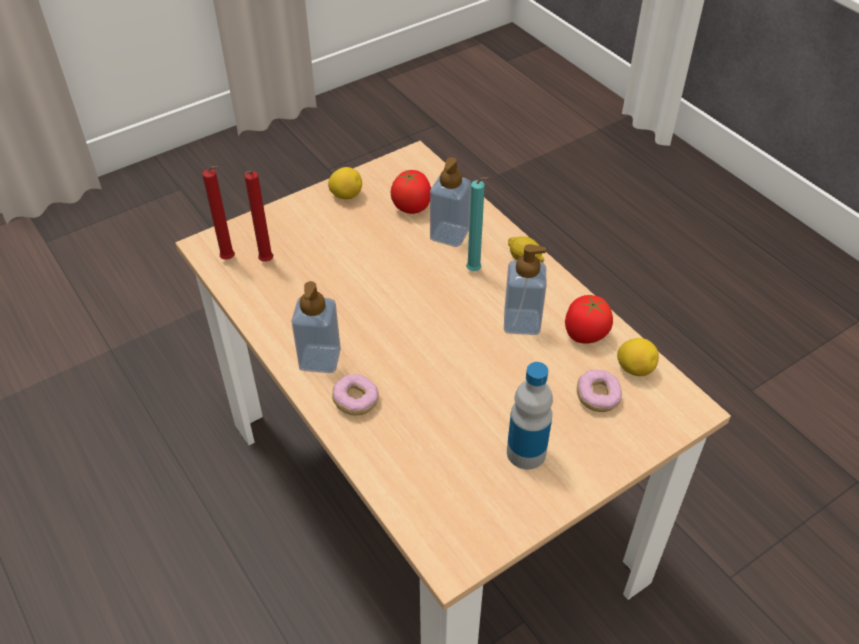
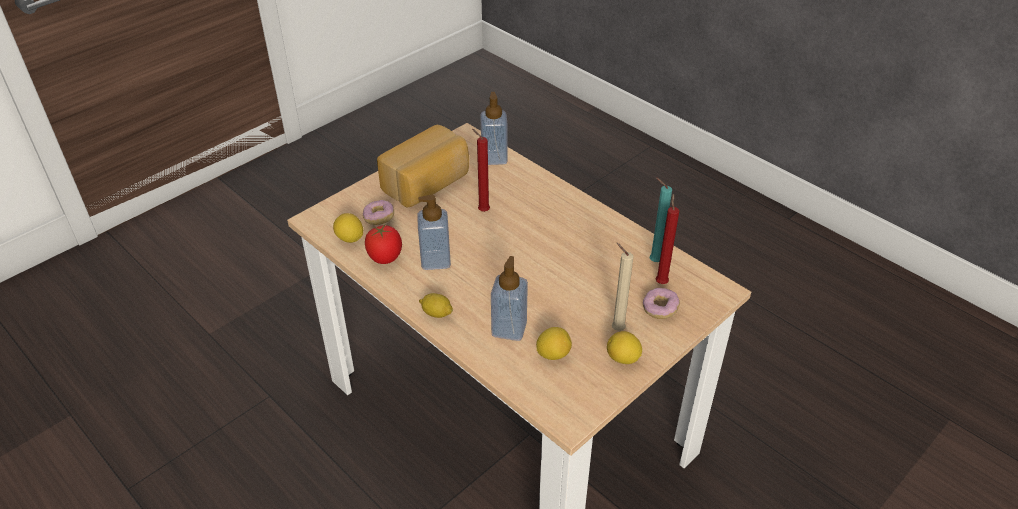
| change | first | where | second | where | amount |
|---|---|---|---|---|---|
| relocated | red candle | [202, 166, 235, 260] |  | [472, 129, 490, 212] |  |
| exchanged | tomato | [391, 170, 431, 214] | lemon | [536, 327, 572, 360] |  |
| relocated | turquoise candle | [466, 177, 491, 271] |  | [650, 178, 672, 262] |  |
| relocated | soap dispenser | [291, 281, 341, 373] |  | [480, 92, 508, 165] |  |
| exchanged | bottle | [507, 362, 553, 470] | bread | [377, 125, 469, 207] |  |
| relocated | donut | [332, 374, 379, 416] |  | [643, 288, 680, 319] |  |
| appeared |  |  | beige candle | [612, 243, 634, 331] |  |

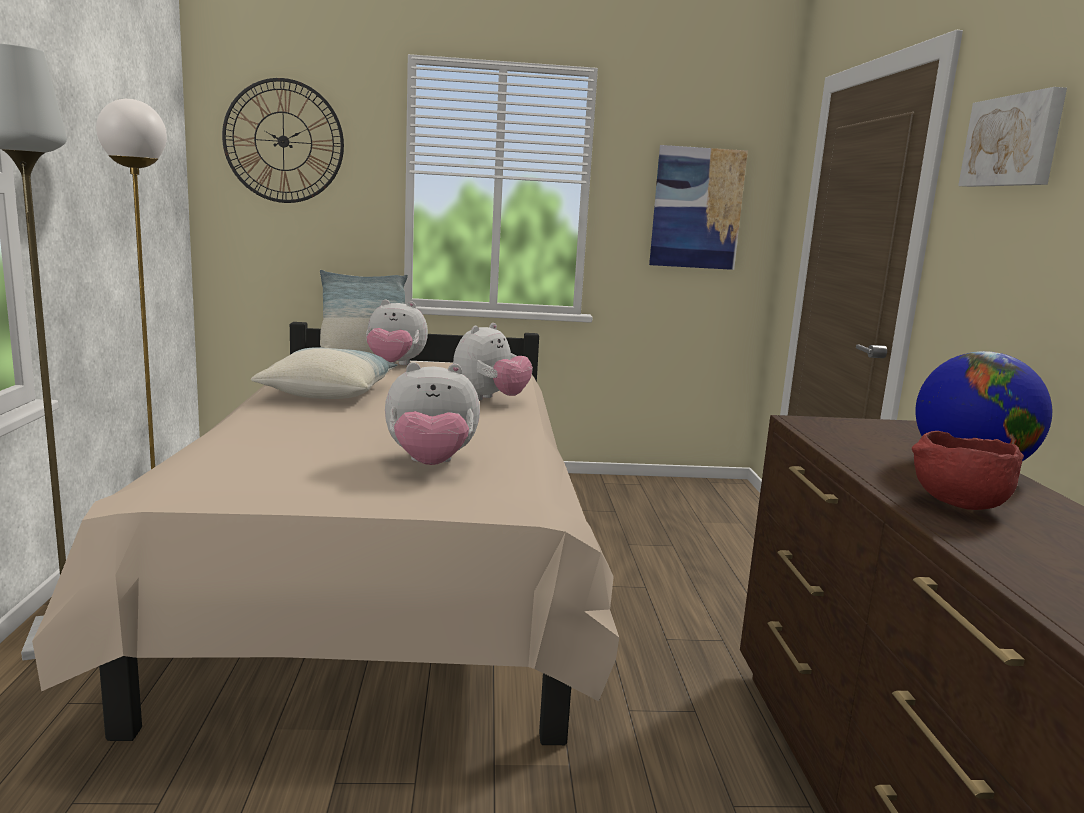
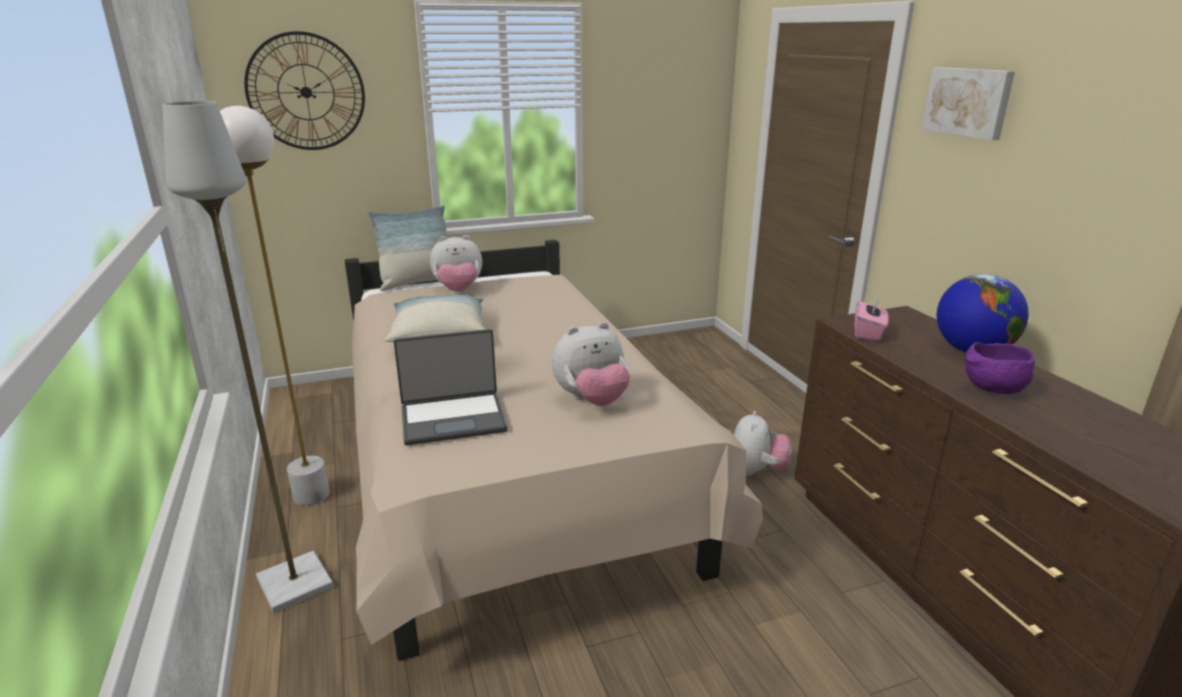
| change | first | where | second | where | amount |
|---|---|---|---|---|---|
| missing | picture | [649, 145, 748, 270] |  |  |  |
| relocated | plush toy | [453, 323, 533, 401] |  | [734, 411, 791, 476] |  |
| colour | red bowl | [912, 431, 1024, 510] | purple bowl | [965, 342, 1035, 394] |  |
| appeared |  |  | pink tissue box | [855, 298, 889, 341] |  |
| appeared |  |  | laptop | [394, 329, 508, 445] |  |

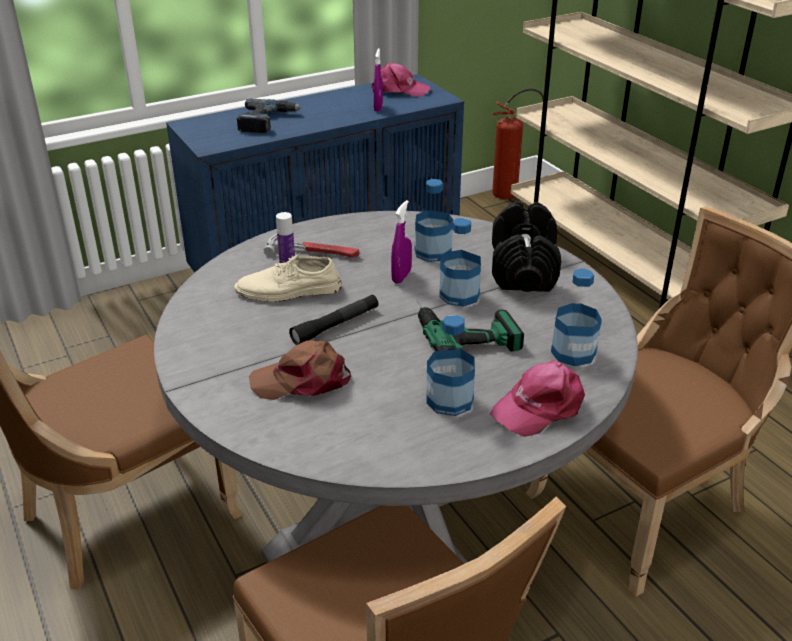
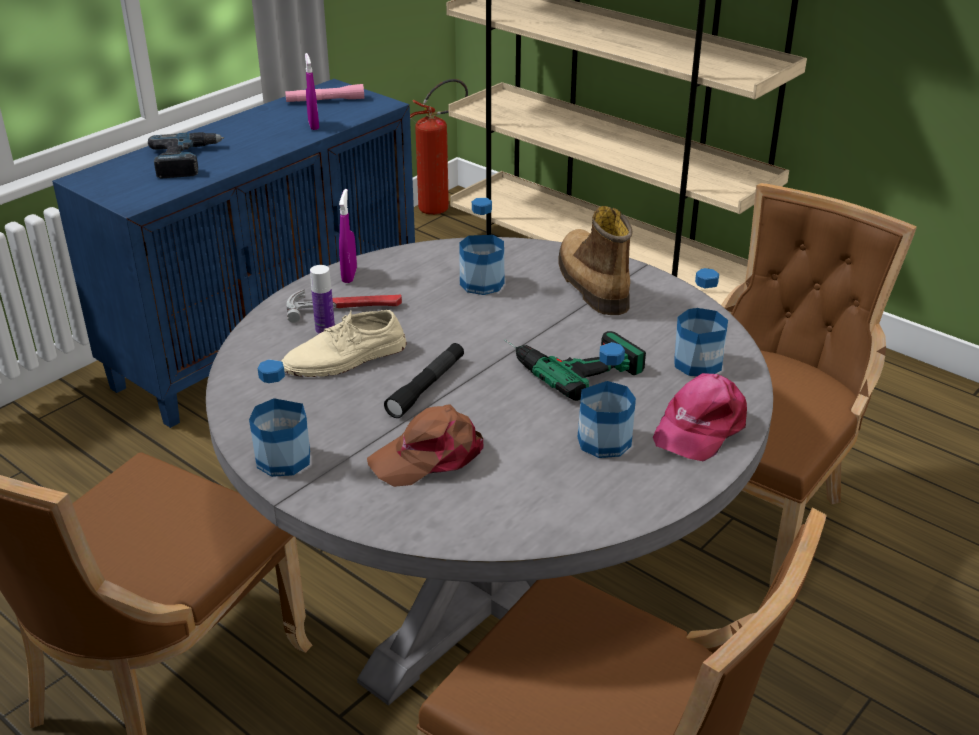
| change | first | where | second | where | amount |
|---|---|---|---|---|---|
| exchanged | pink cap | [371, 63, 430, 97] | pink flashlight | [285, 84, 364, 102] |  |
| relocated | purple spray bottle | [391, 200, 412, 283] |  | [339, 189, 357, 283] |  |
| exchanged | black dumbbell | [492, 201, 561, 292] | boot | [558, 206, 633, 315] |  |
| relocated | bottle | [440, 218, 481, 307] |  | [249, 359, 310, 477] |  |

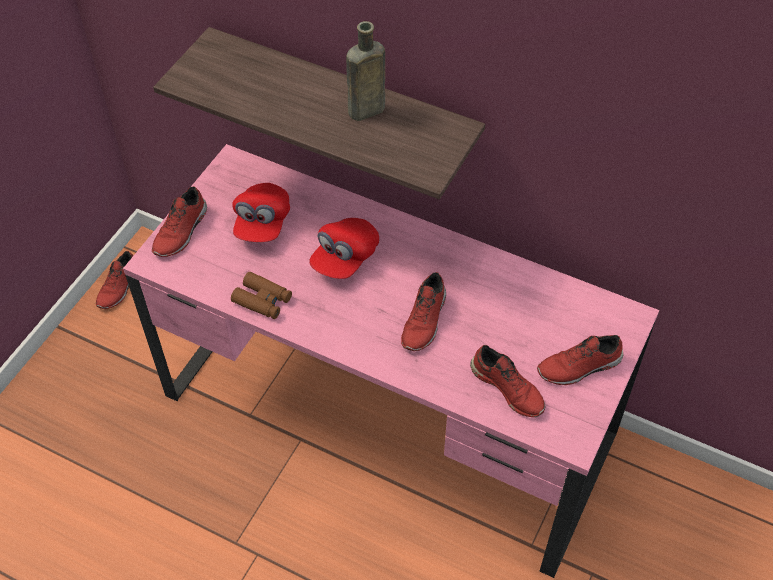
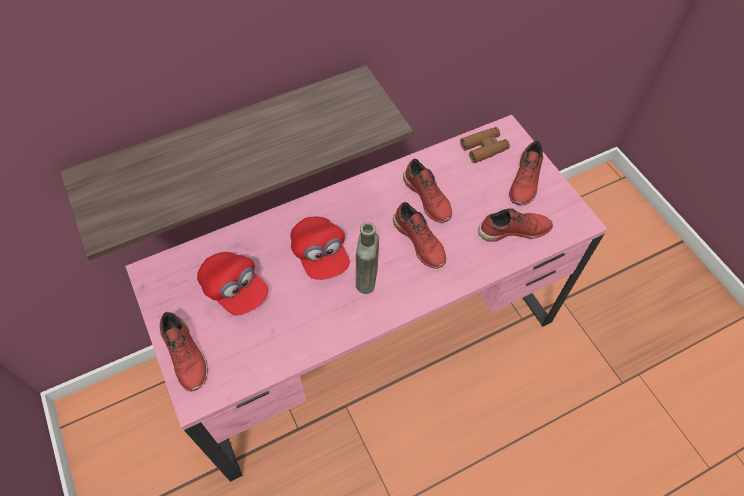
| change | first | where | second | where | amount |
|---|---|---|---|---|---|
| relocated | brown bottle | [346, 21, 385, 121] |  | [356, 222, 379, 294] |  |
| relocated | red shoe | [96, 251, 133, 309] |  | [403, 158, 452, 223] |  |
| relocated | brown binoculars | [231, 272, 292, 319] |  | [460, 127, 510, 163] |  |

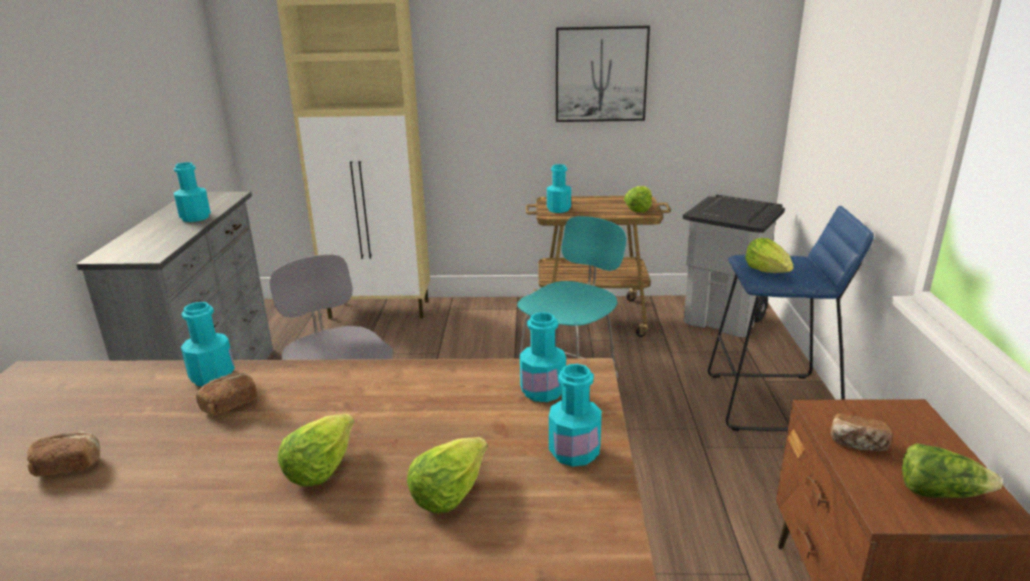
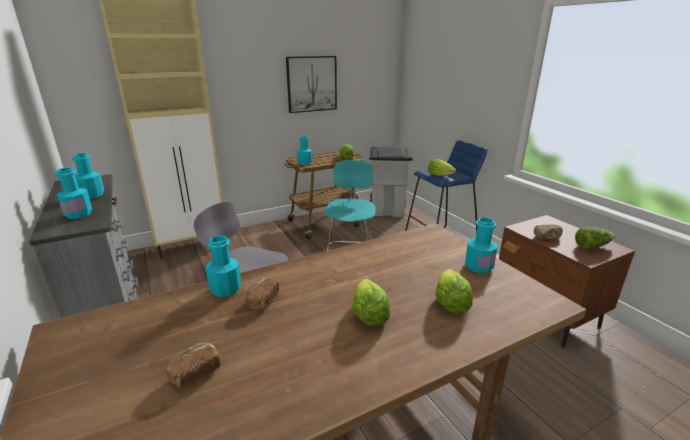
| change | first | where | second | where | amount |
|---|---|---|---|---|---|
| relocated | turquoise bottle | [520, 312, 566, 402] |  | [55, 167, 93, 219] |  |

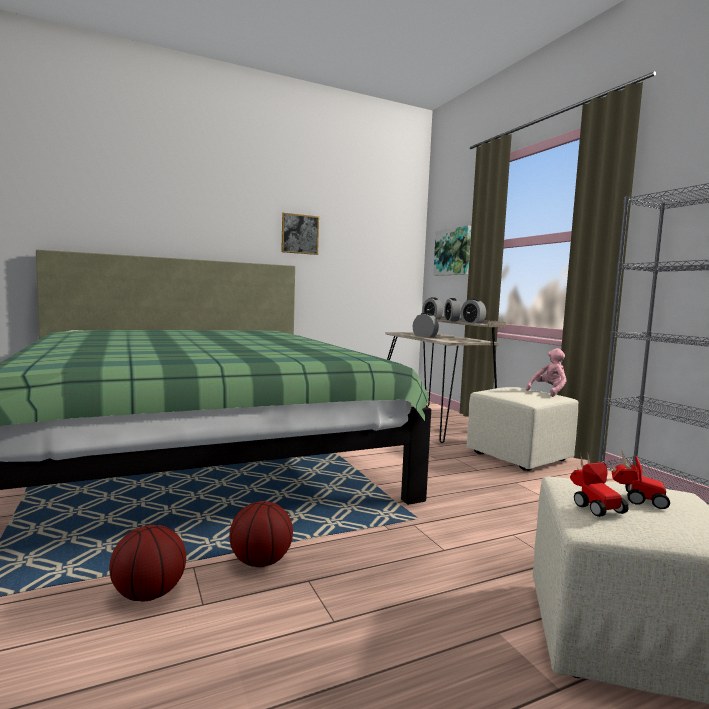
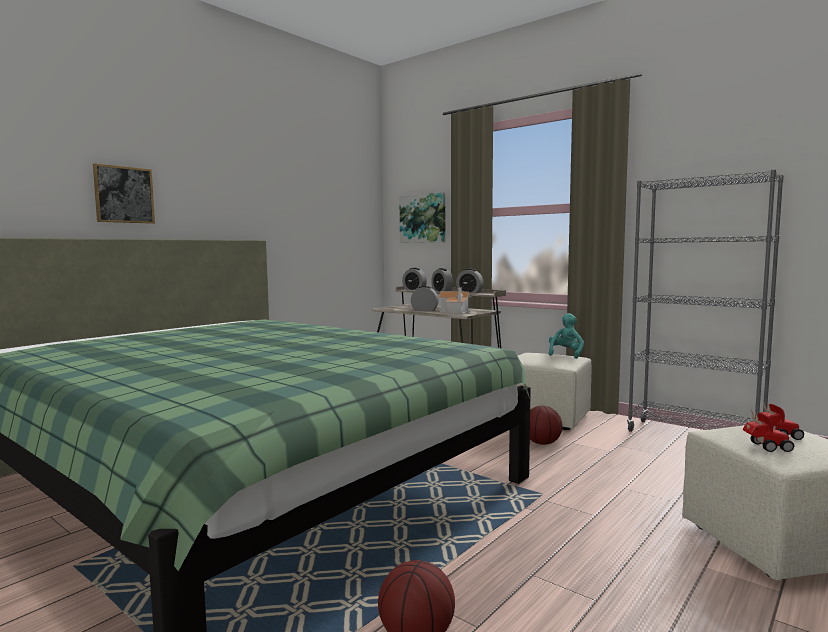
| change | first | where | second | where | amount |
|---|---|---|---|---|---|
| relocated | picture | [281, 213, 319, 255] |  | [93, 163, 155, 224] |  |
| colour | pink plush toy | [526, 348, 566, 397] | turquoise plush toy | [549, 313, 584, 359] |  |
| spun | toy car | [570, 452, 629, 517] |  | [743, 410, 794, 452] | 45 degrees counterclockwise |
| relocated | basketball | [229, 501, 293, 567] |  | [530, 406, 563, 445] |  |
| appeared |  |  | toy house | [439, 288, 471, 315] |  |

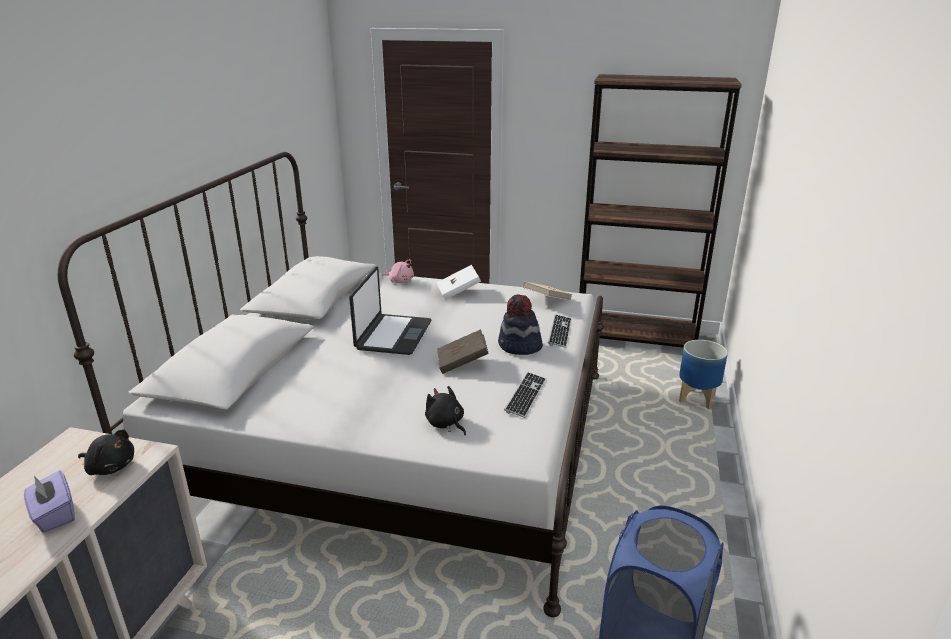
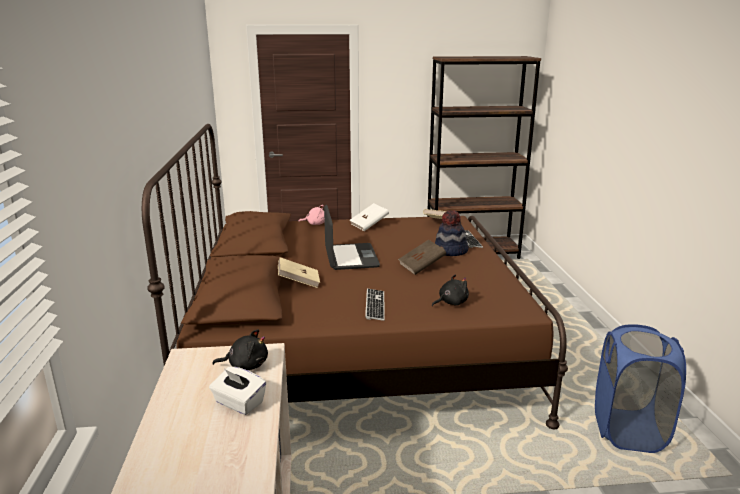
| change | first | where | second | where | amount |
|---|---|---|---|---|---|
| colour | white bed | [58, 152, 604, 617] | brown bed | [142, 124, 568, 429] |  |
| missing | planter | [679, 340, 728, 409] |  |  |  |
| relocated | keyboard | [504, 372, 547, 418] |  | [365, 288, 385, 321] |  |
| spun | black plush toy | [425, 386, 466, 435] |  | [432, 274, 469, 306] | 120 degrees clockwise |
| colour | purple tissue box | [24, 471, 75, 533] | white tissue box | [209, 367, 266, 415] |  |
| appeared |  |  | beige book | [278, 257, 320, 288] |  |

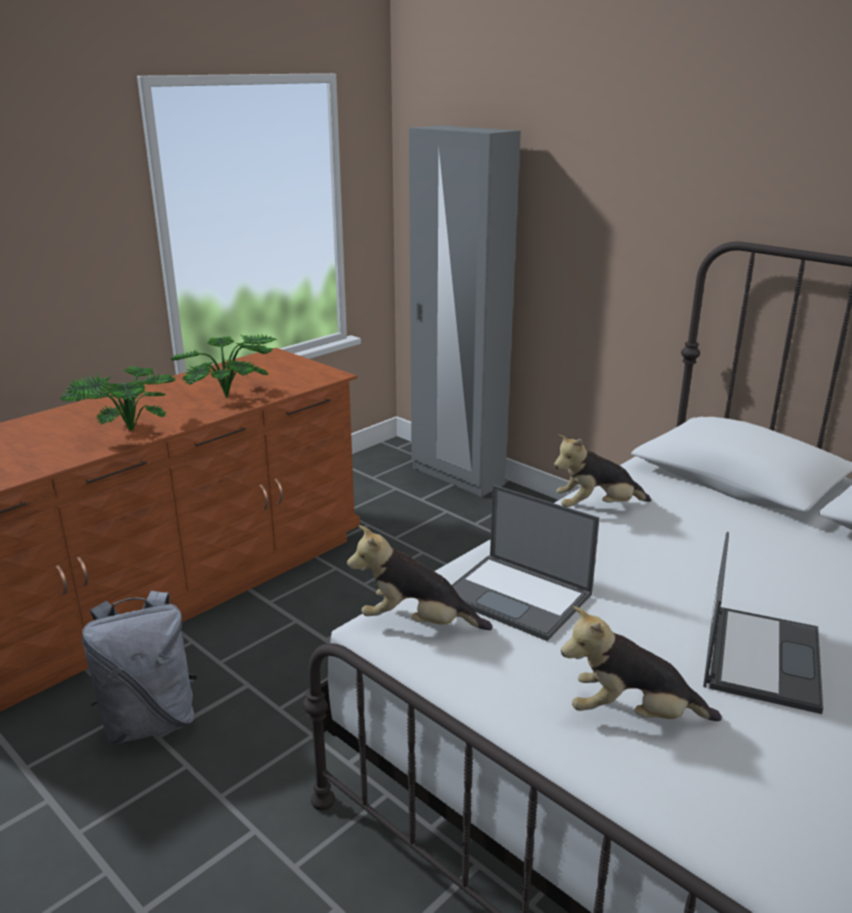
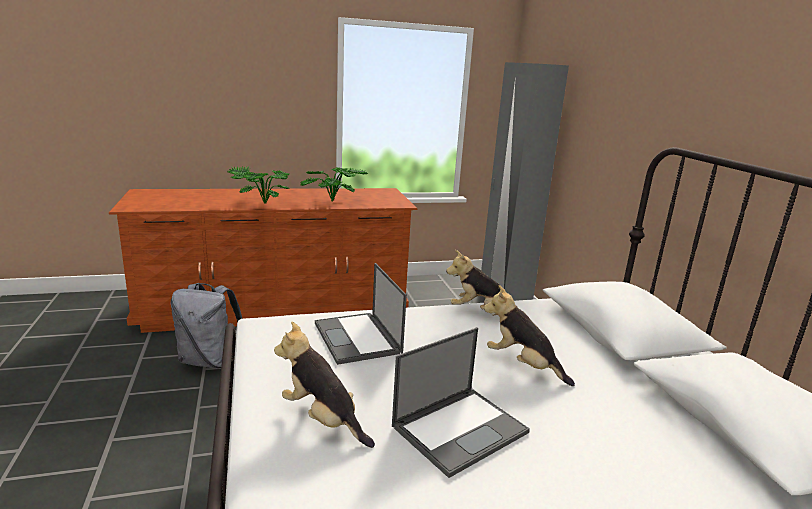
| change | first | where | second | where | amount |
|---|---|---|---|---|---|
| relocated | plush toy | [347, 525, 493, 630] |  | [484, 285, 575, 386] |  |

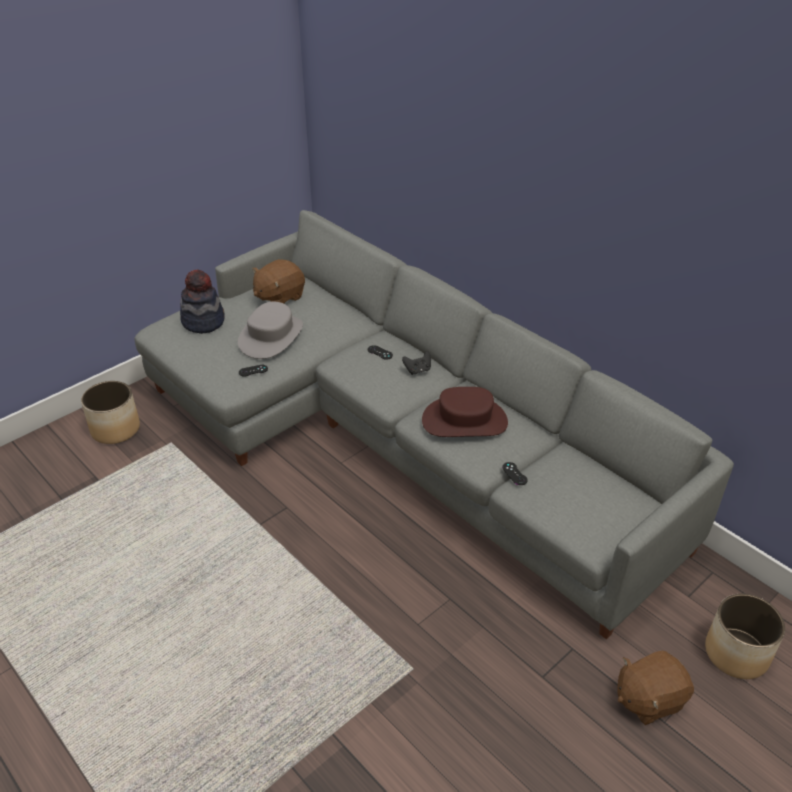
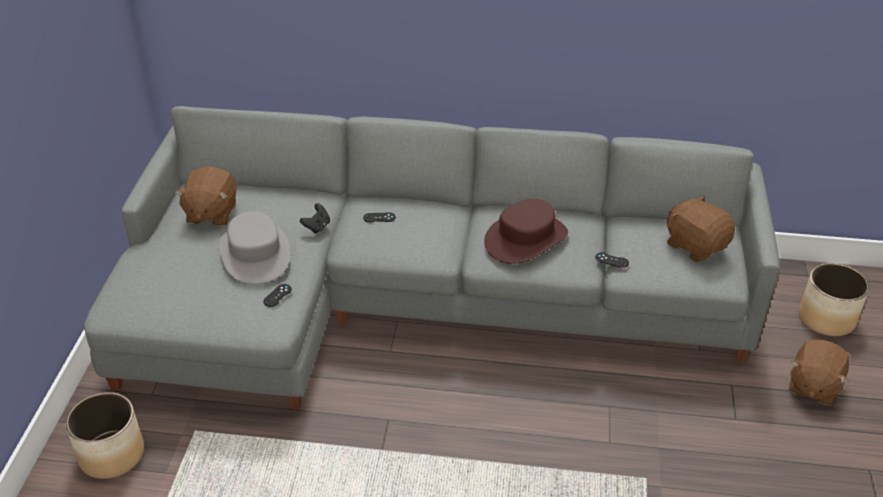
| change | first | where | second | where | amount |
|---|---|---|---|---|---|
| missing | hat | [180, 269, 225, 334] |  |  |  |
| relocated | black game controller | [402, 351, 431, 375] |  | [300, 203, 330, 234] |  |
| appeared |  |  | brown plush toy | [667, 195, 735, 262] |  |

